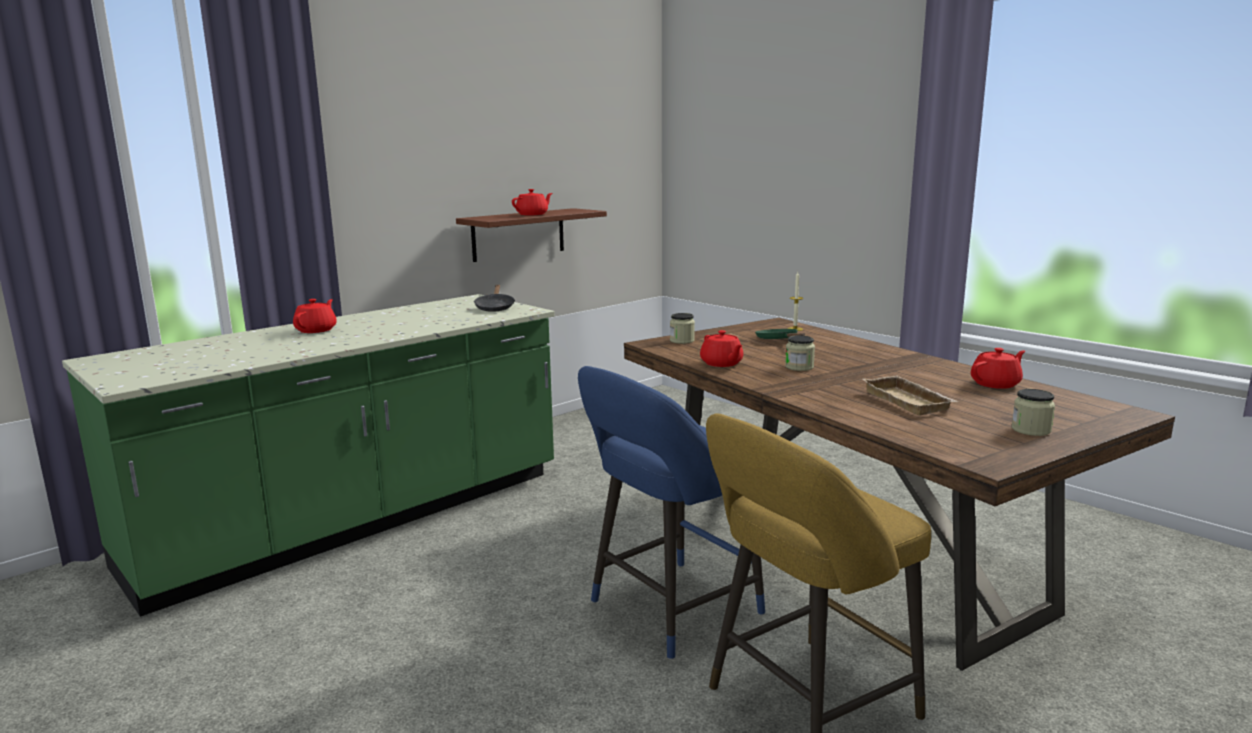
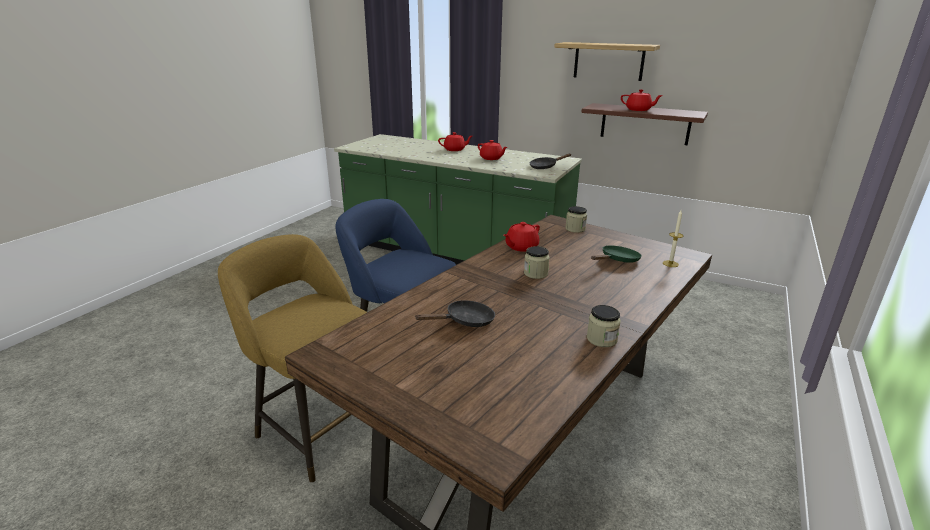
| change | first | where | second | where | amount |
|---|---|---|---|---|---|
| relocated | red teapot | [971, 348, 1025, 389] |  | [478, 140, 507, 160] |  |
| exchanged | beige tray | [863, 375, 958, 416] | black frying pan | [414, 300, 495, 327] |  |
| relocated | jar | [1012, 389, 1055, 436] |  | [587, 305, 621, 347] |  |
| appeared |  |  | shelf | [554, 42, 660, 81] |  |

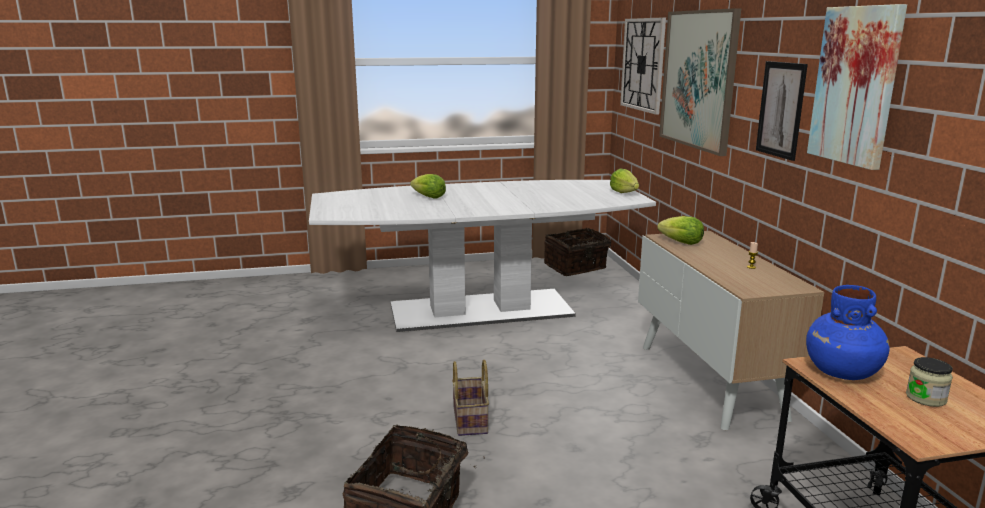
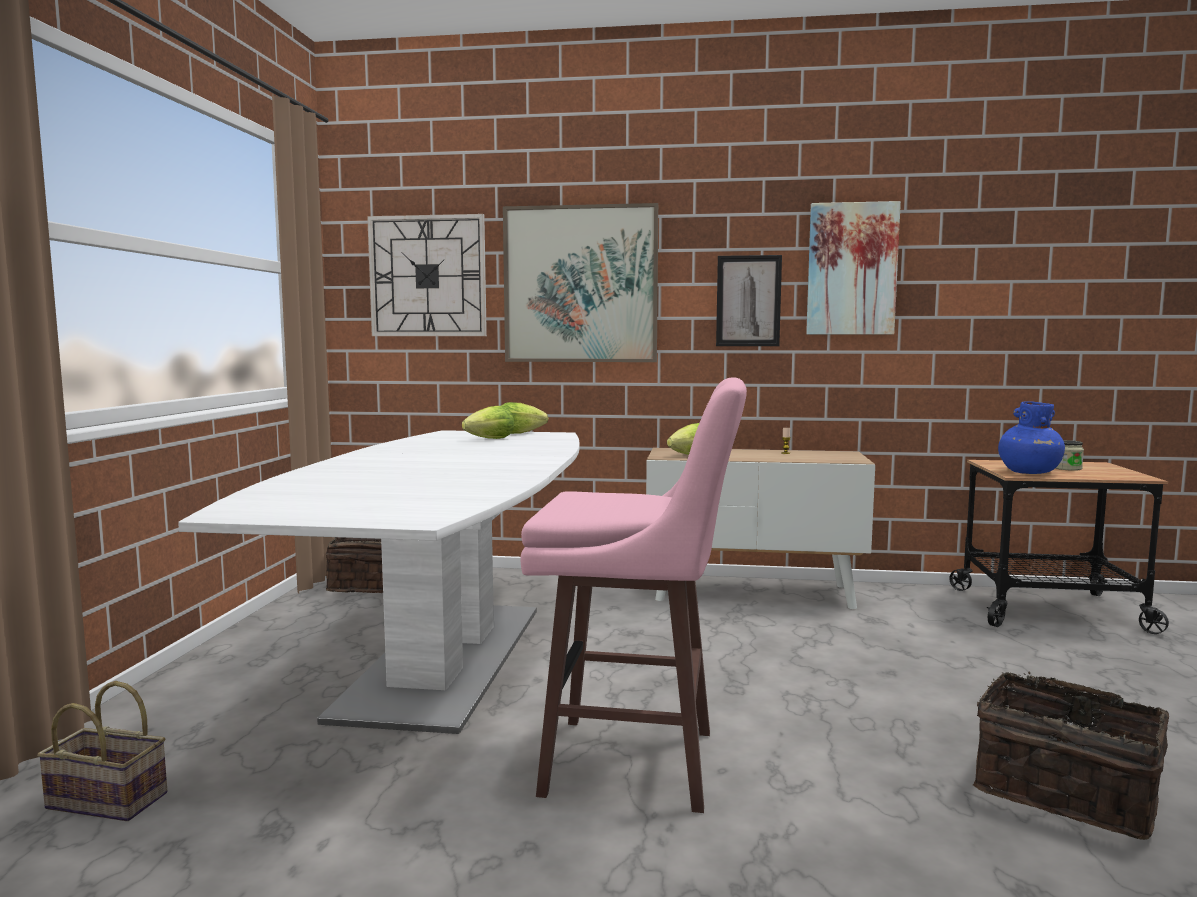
| change | first | where | second | where | amount |
|---|---|---|---|---|---|
| relocated | lettuce | [410, 174, 446, 198] |  | [462, 406, 514, 439] |  |
| relocated | basket | [452, 360, 489, 436] |  | [37, 681, 167, 821] |  |
| appeared |  |  | pink stool | [520, 377, 747, 813] |  |

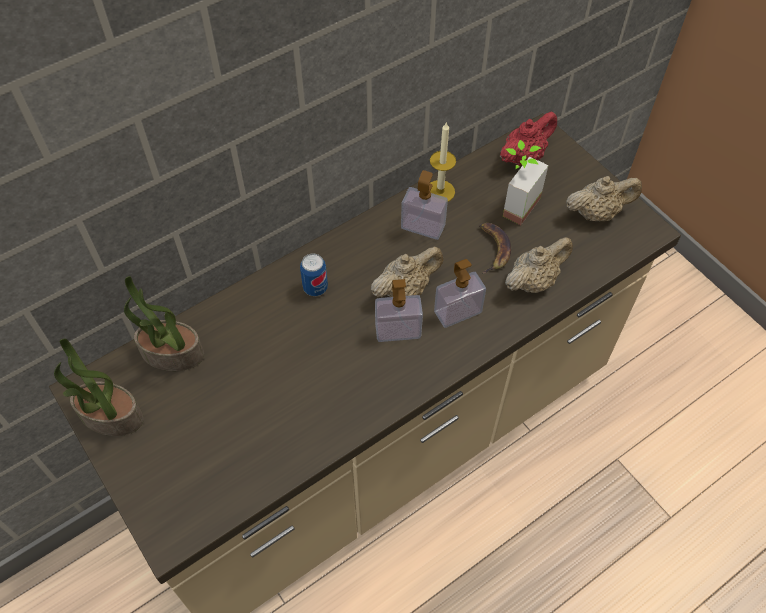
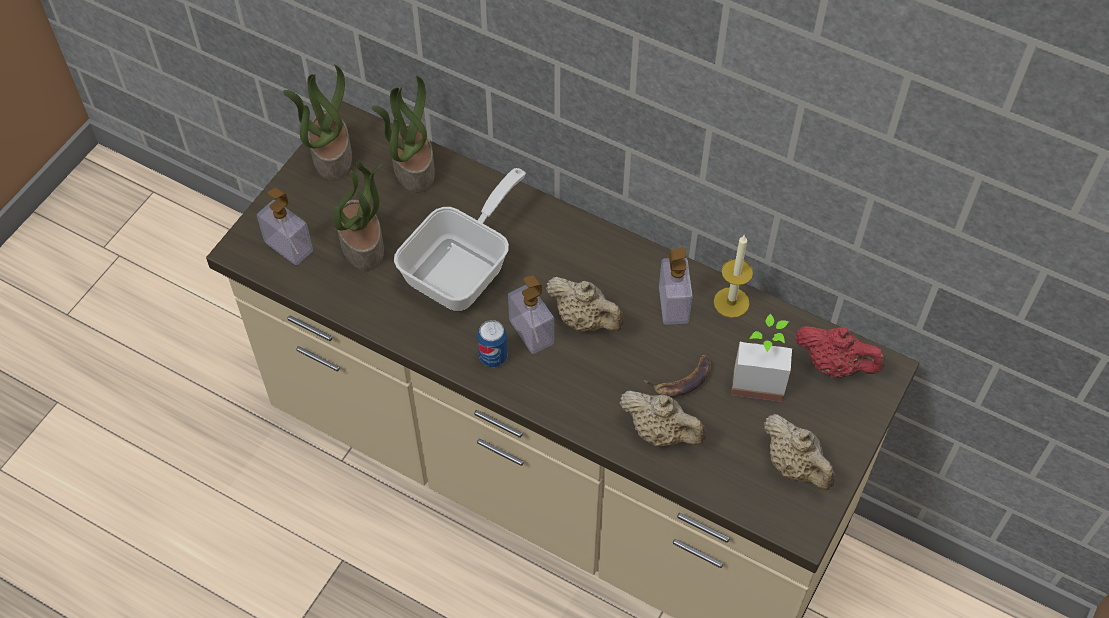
| change | first | where | second | where | amount |
|---|---|---|---|---|---|
| relocated | can | [300, 253, 328, 296] |  | [477, 320, 508, 367] |  |
| relocated | soap dispenser | [434, 259, 486, 328] |  | [257, 188, 313, 265] |  |
| appeared |  |  | potted plant | [333, 161, 384, 271] |  |
| appeared |  |  | frying pan | [394, 168, 526, 311] |  |

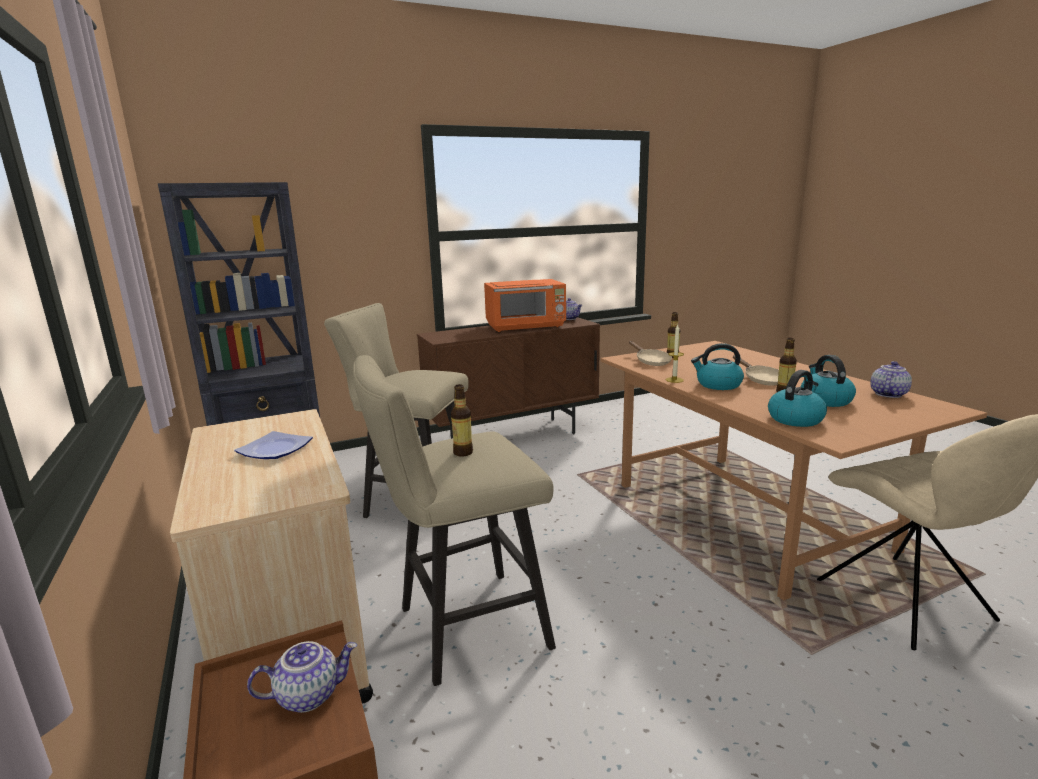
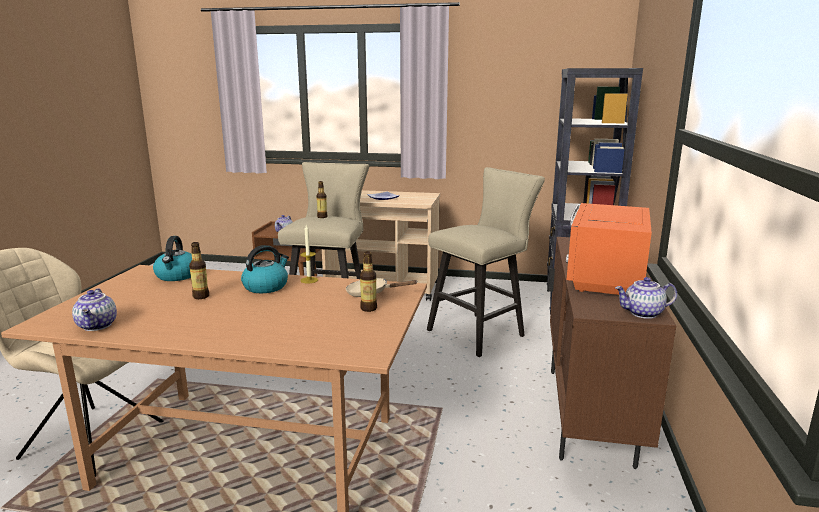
| change | first | where | second | where | amount |
|---|---|---|---|---|---|
| missing | beige frying pan | [733, 355, 779, 386] |  |  |  |
| missing | kettle | [801, 355, 856, 407] |  |  |  |

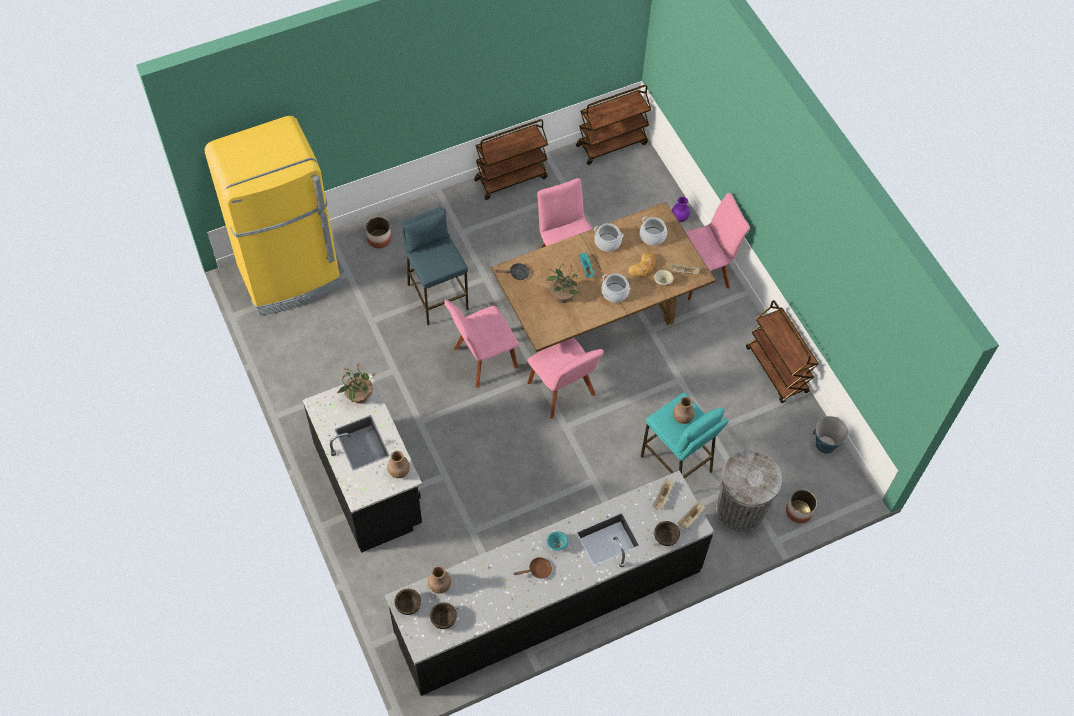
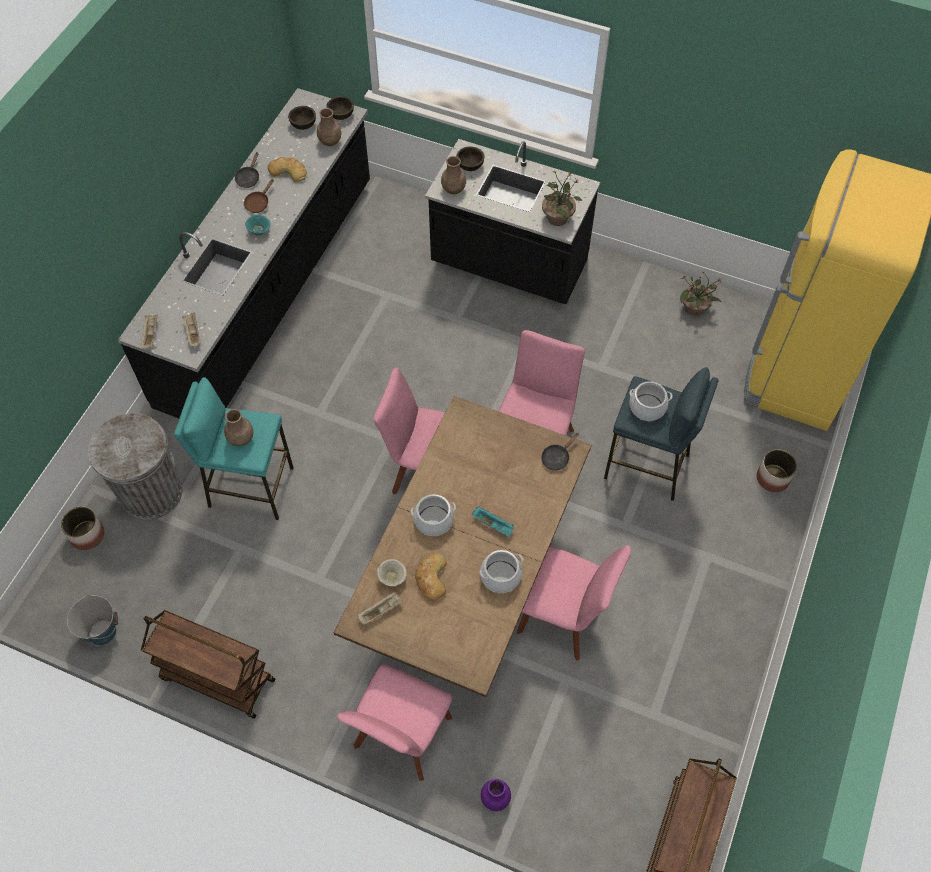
| change | first | where | second | where | amount |
|---|---|---|---|---|---|
| missing | brown cart | [474, 119, 548, 200] |  |  |  |
| relocated | cooking pot | [640, 216, 667, 246] |  | [629, 381, 672, 421] |  |
| relocated | potted plant | [546, 263, 579, 303] |  | [680, 271, 722, 316] |  |
| relocated | brown bowl | [654, 521, 680, 546] |  | [456, 146, 484, 171] |  |
| appeared |  |  | black frying pan | [235, 153, 259, 188] |  |
| appeared |  |  | bread | [267, 157, 307, 182] |  |

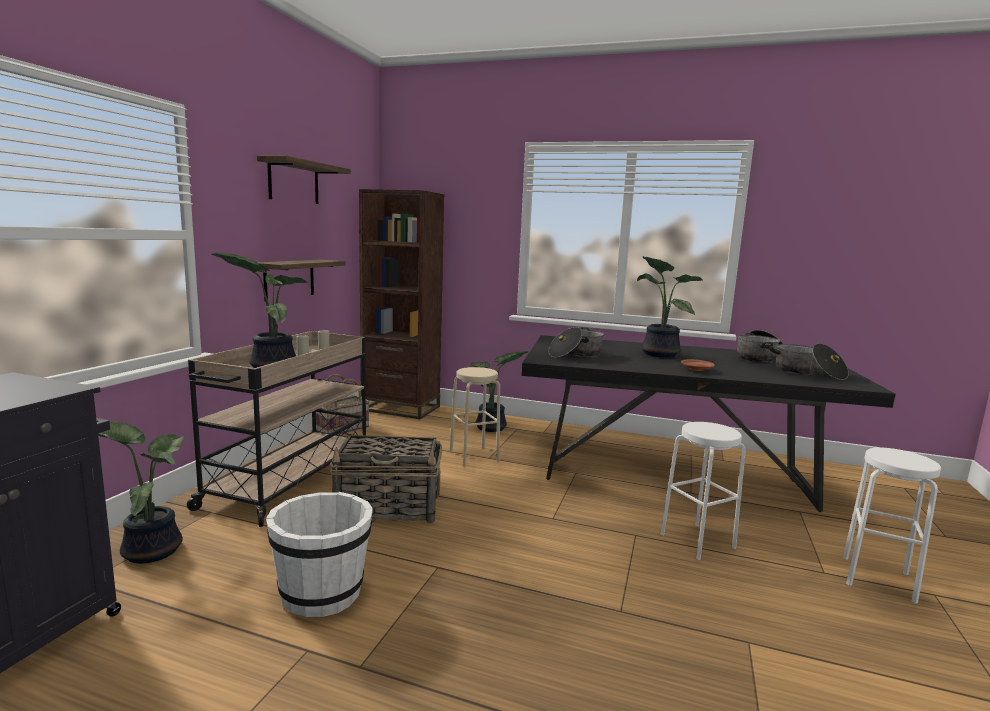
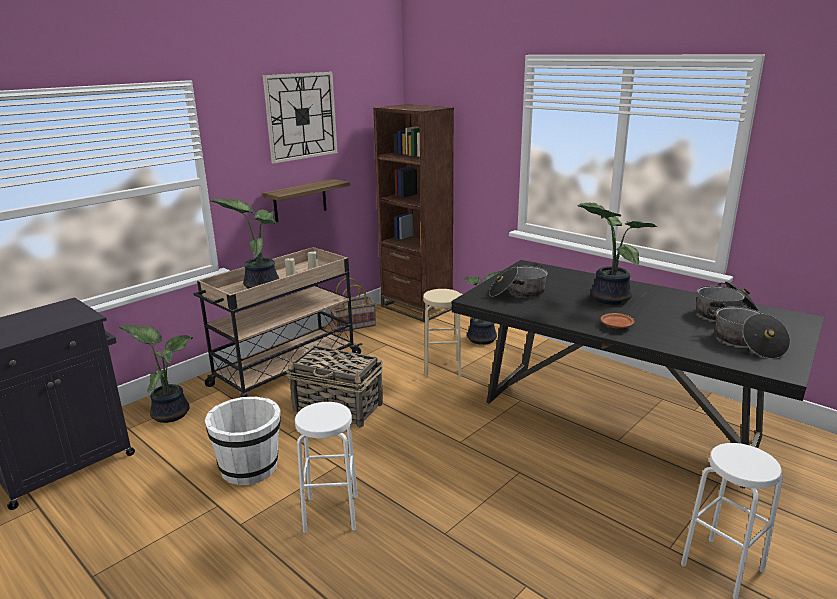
| change | first | where | second | where | amount |
|---|---|---|---|---|---|
| exchanged | shelf | [257, 156, 351, 204] | wall clock | [263, 72, 338, 164] |  |
| relocated | white stool | [661, 422, 746, 560] |  | [295, 402, 358, 533] |  |

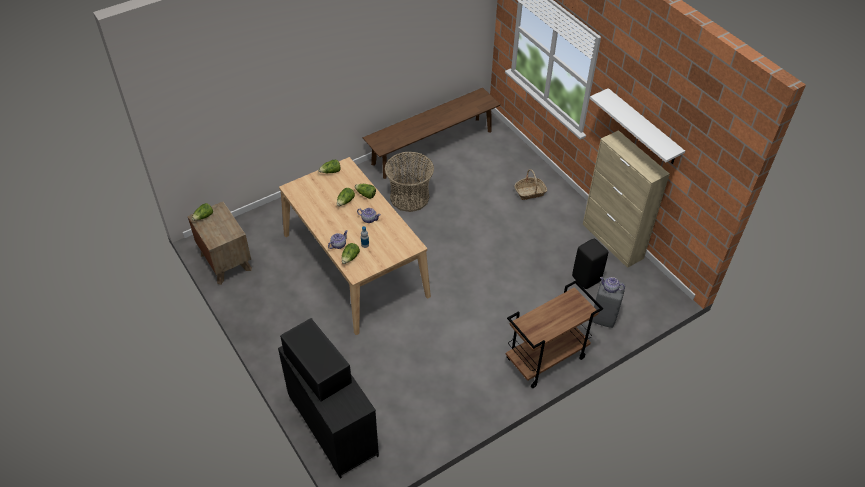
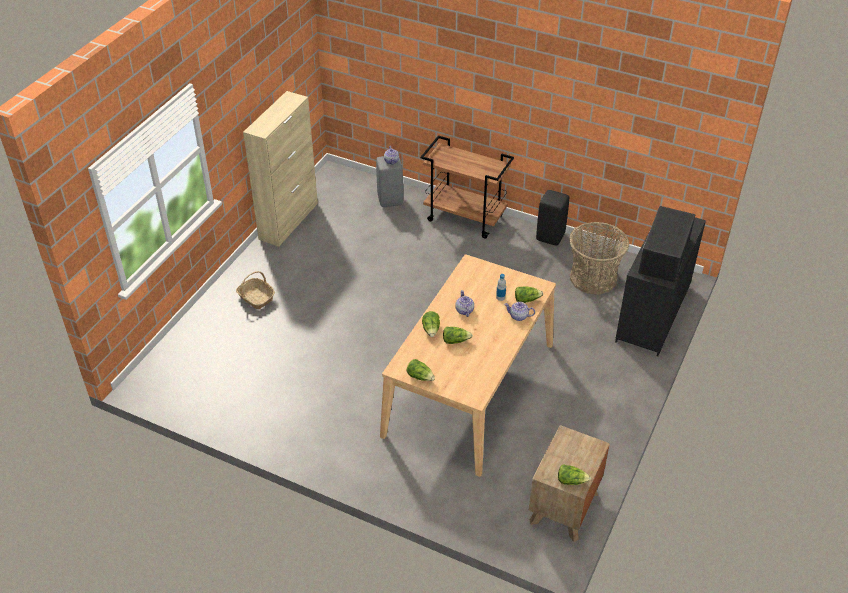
| change | first | where | second | where | amount |
|---|---|---|---|---|---|
| missing | brown bench | [363, 88, 501, 179] |  |  |  |
| missing | white shelf | [590, 88, 685, 164] |  |  |  |
| relocated | basket | [385, 151, 434, 212] |  | [569, 222, 629, 295] |  |
| relocated | black stool | [572, 239, 608, 289] |  | [536, 190, 569, 246] |  |

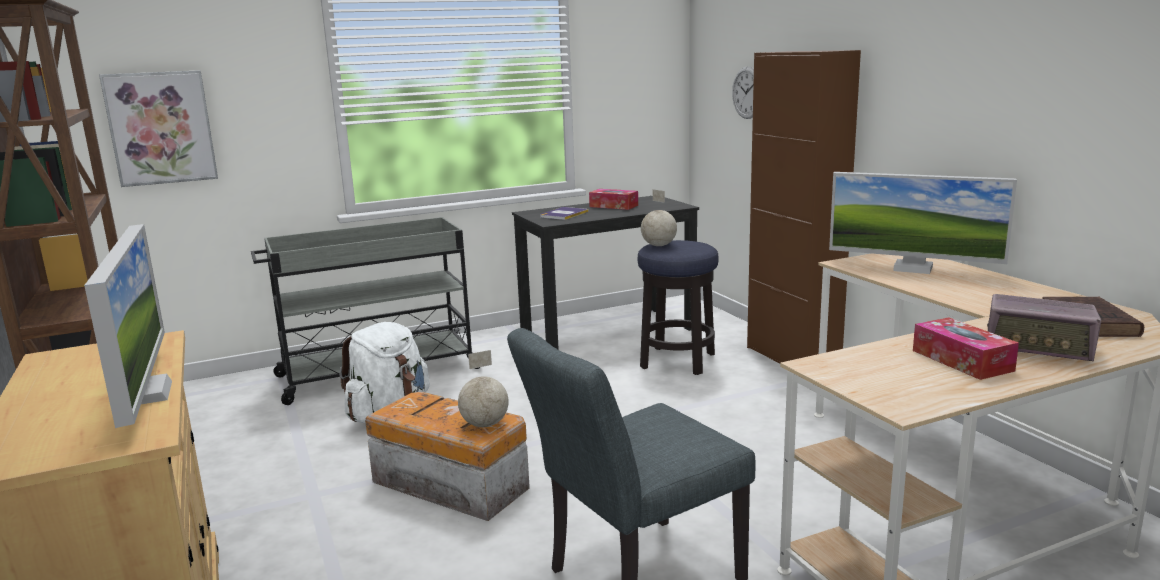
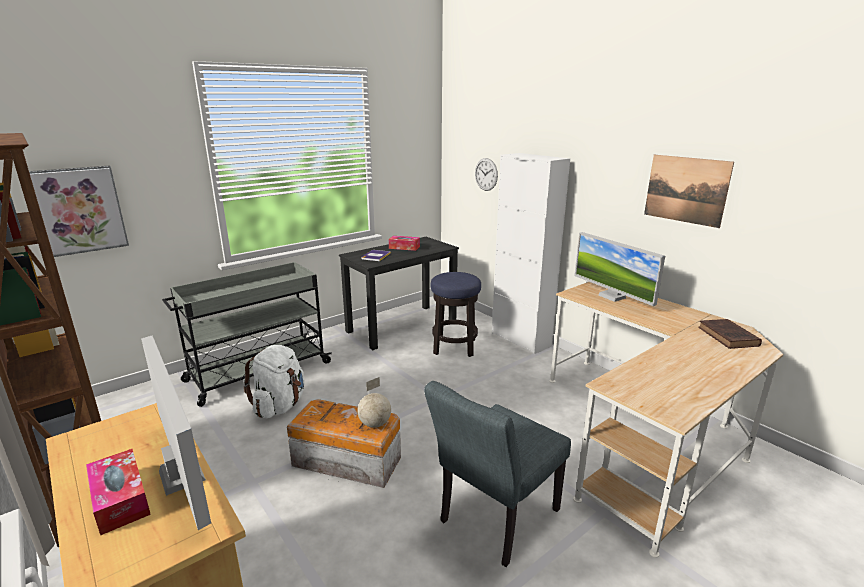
| change | first | where | second | where | amount |
|---|---|---|---|---|---|
| colour | brown cabinet | [747, 50, 861, 363] | white cabinet | [492, 153, 570, 354] |  |
| spun | monitor | [829, 172, 1017, 274] |  | [574, 232, 665, 306] | 45 degrees clockwise |
| missing | globe | [641, 189, 677, 246] |  |  |  |
| missing | radio | [987, 294, 1101, 361] |  |  |  |
| relocated | tissue box | [913, 317, 1019, 380] |  | [86, 449, 151, 536] |  |
| appeared |  |  | picture | [644, 155, 734, 228] |  |

